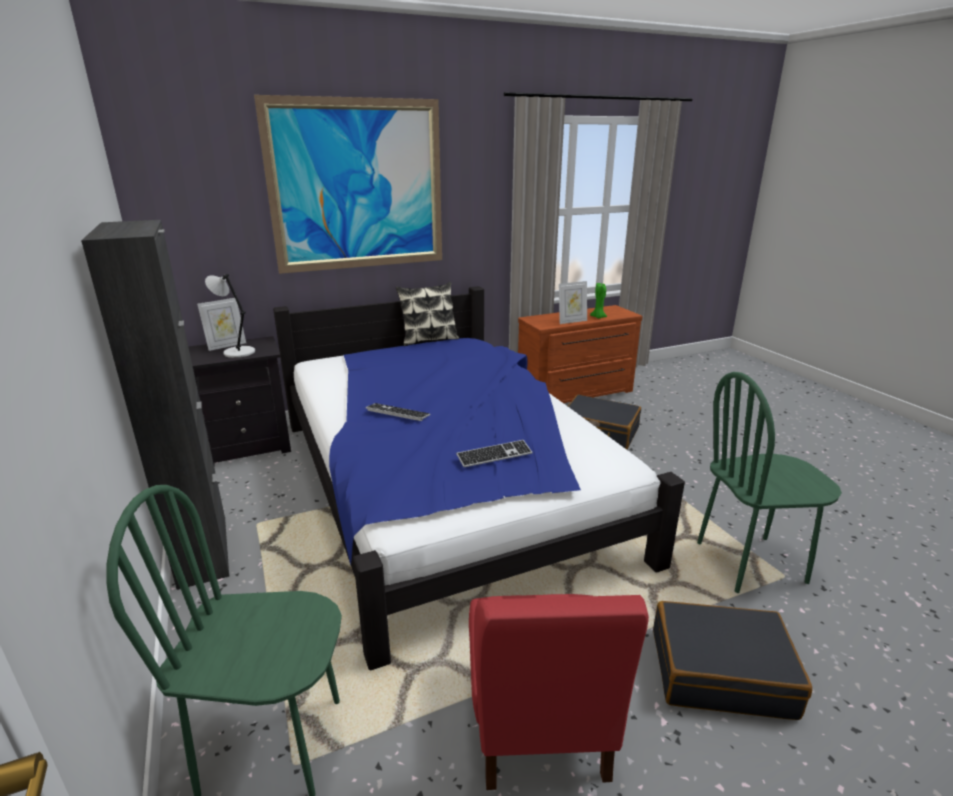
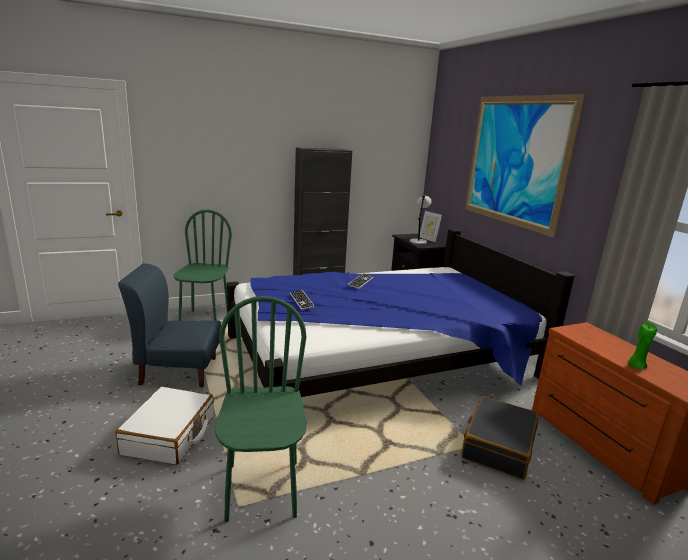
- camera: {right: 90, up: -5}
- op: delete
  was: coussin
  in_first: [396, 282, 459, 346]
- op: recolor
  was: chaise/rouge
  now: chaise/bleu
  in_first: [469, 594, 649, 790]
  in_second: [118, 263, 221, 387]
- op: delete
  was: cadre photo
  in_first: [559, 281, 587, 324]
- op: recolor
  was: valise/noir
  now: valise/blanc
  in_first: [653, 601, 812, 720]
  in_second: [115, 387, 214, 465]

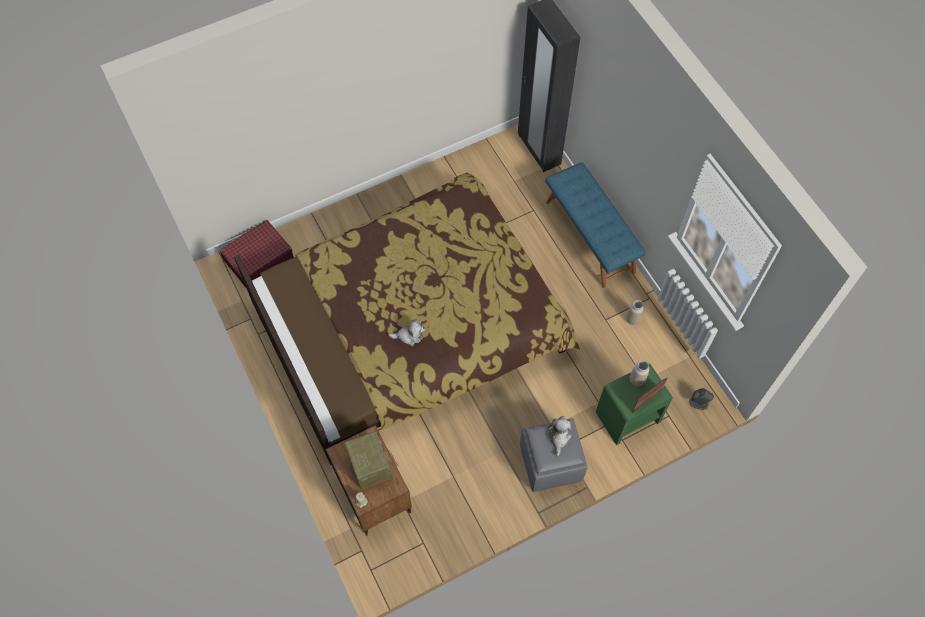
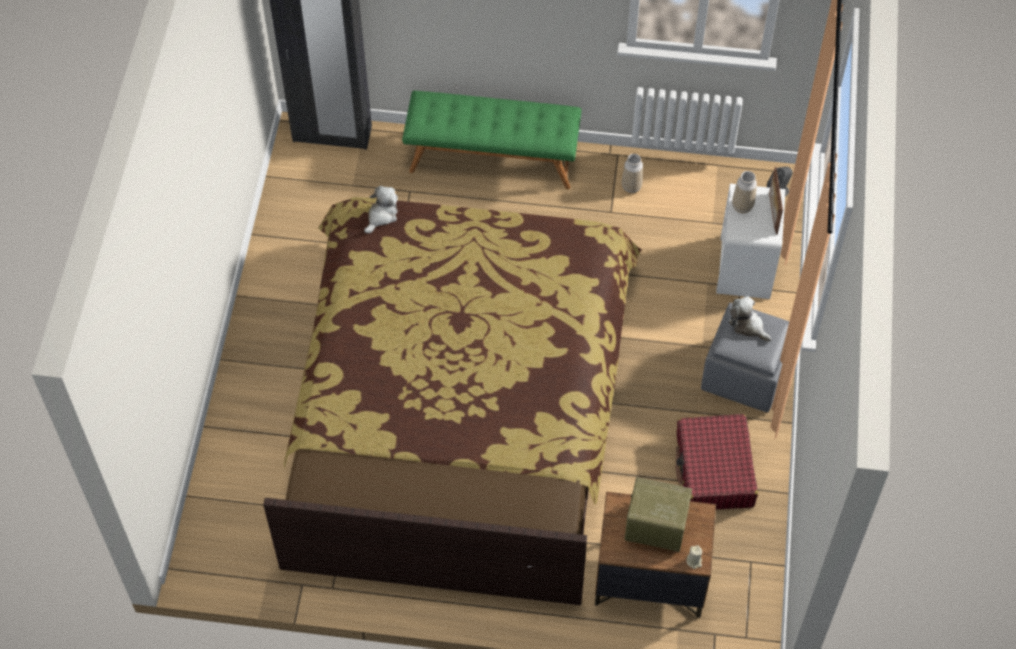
- camera: {right: -55, up: -5}
- op: move
  was: valise/rouge
  in_first: [220, 220, 294, 289]
  in_second: [676, 414, 758, 510]
- op: move
  was: peluche
  in_first: [388, 319, 425, 346]
  in_second: [364, 185, 398, 234]
- op: recolor
  was: banc/bleu
  now: banc/vert
  in_first: [545, 162, 646, 288]
  in_second: [402, 91, 582, 189]
- op: recolor
  was: table de chevet/vert
  now: table de chevet/blanc
  in_first: [596, 363, 673, 445]
  in_second: [716, 184, 785, 299]

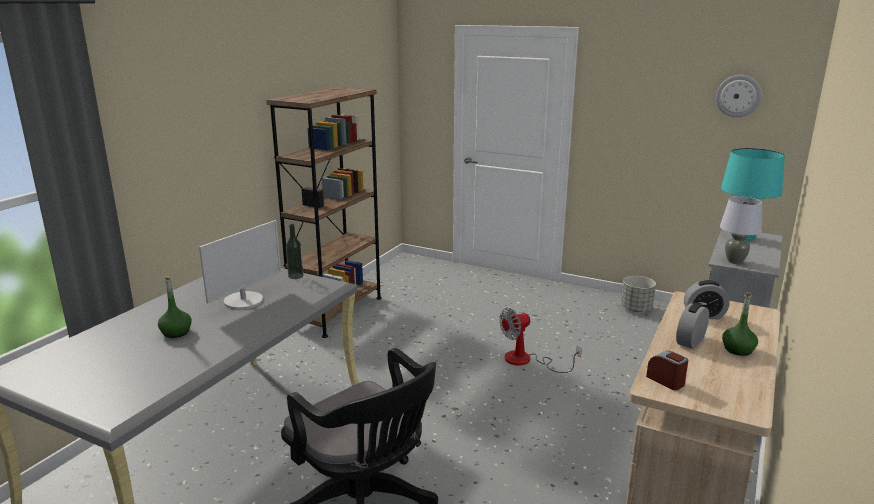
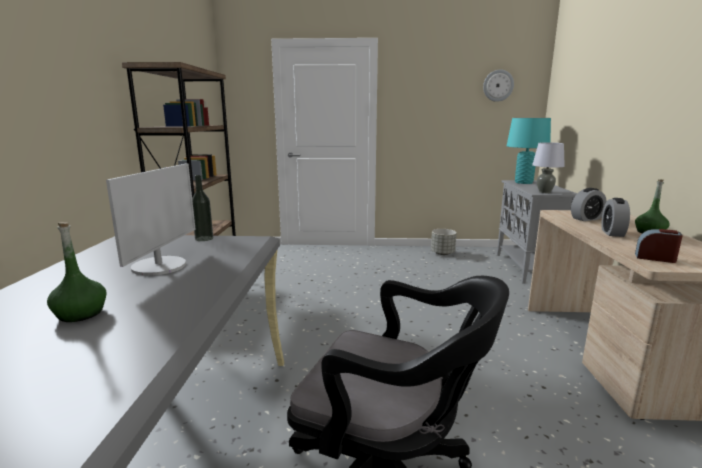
- camera: {right: -25, up: -5}
- op: delete
  was: ventilateur
  in_first: [499, 308, 582, 373]

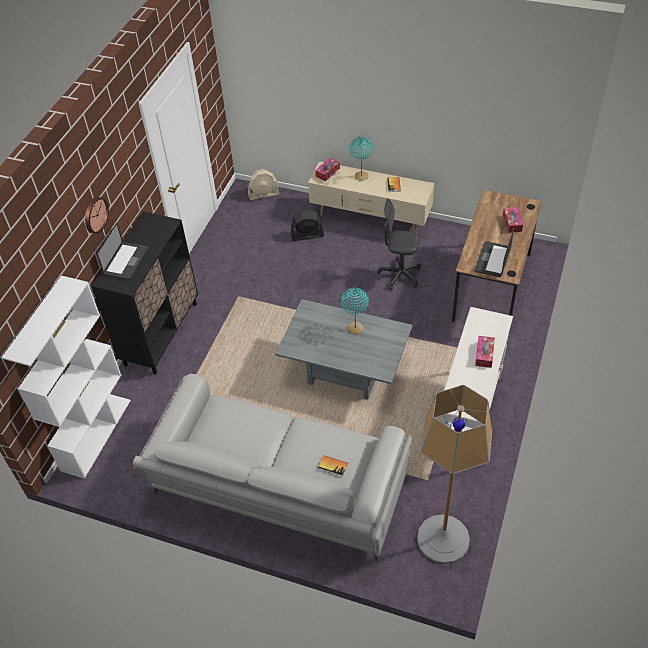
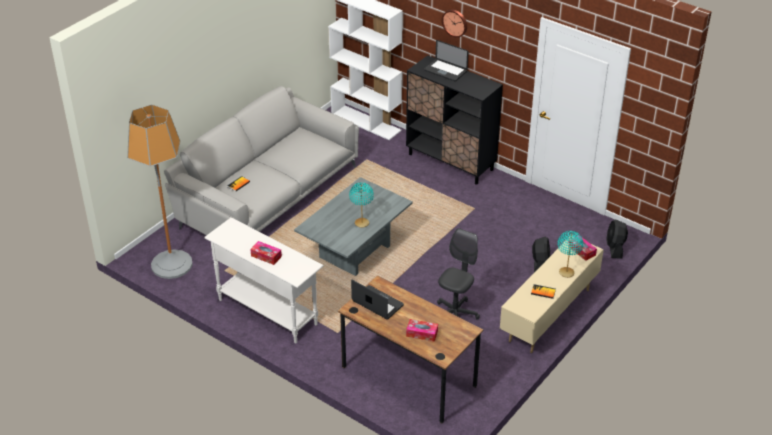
- camera: {right: 105, up: -10}
- op: recolor
  was: ventilateur/beige
  now: ventilateur/noir
  in_first: [248, 169, 279, 200]
  in_second: [606, 219, 628, 259]

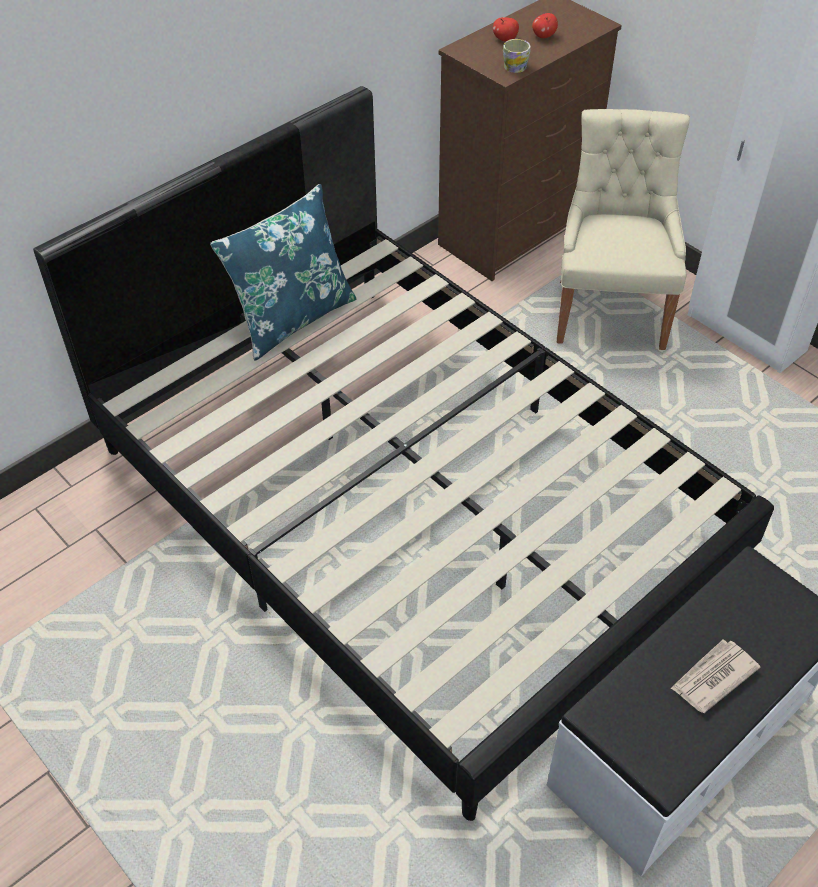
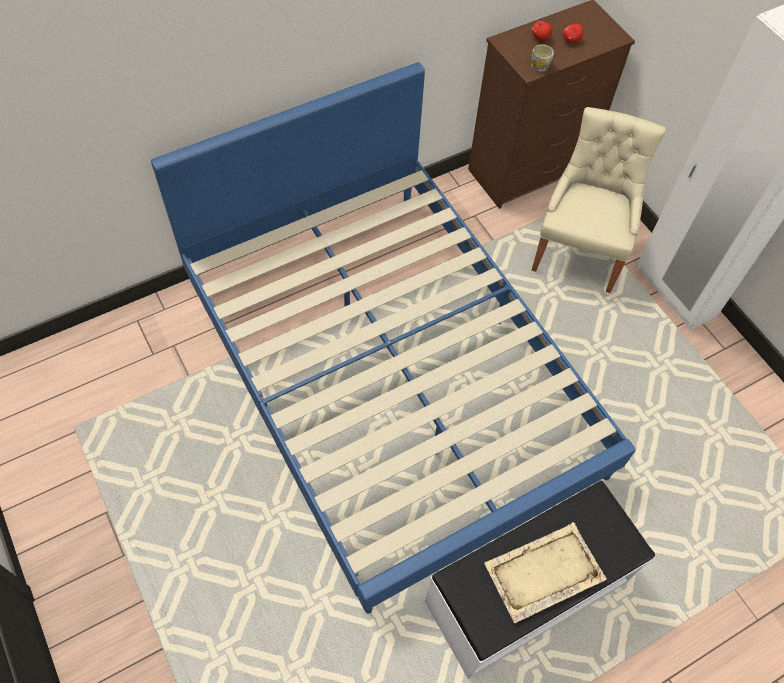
- camera: {right: 10, up: 10}
- op: recolor
  was: lit/noir
  now: lit/bleu
  in_first: [33, 86, 774, 821]
  in_second: [151, 62, 636, 614]
- op: delete
  was: coussin/bleu
  in_first: [210, 184, 357, 361]
- op: replace
  was: journal
  now: plateau/beige
  in_first: [670, 639, 761, 713]
  in_second: [484, 522, 607, 623]

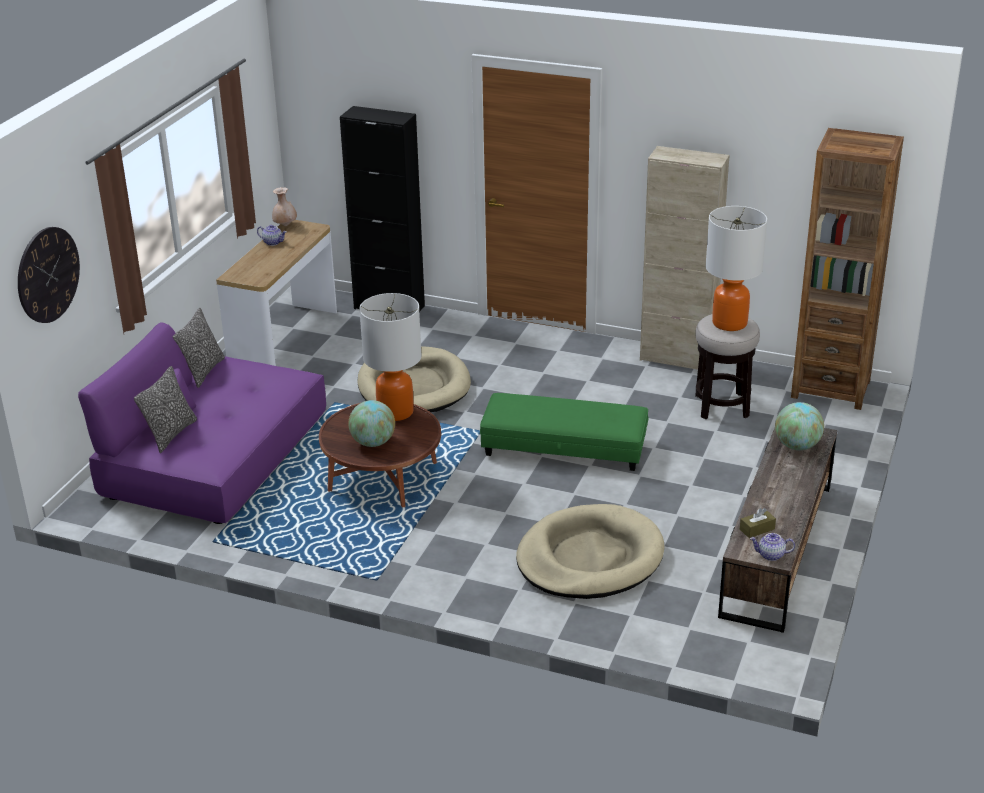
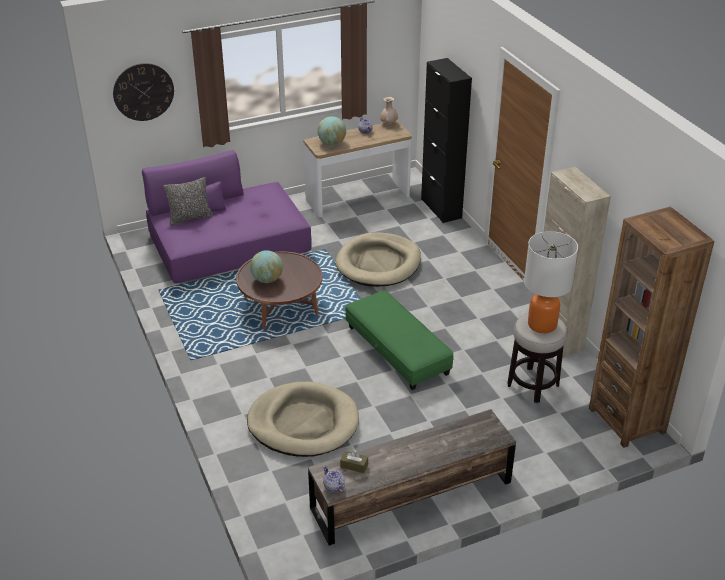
- camera: {right: 45, up: 5}
- op: delete
  was: coussin
  in_first: [173, 308, 225, 388]
- op: delete
  was: lampe de table
  in_first: [359, 293, 422, 421]
- op: move
  was: globe
  in_first: [775, 402, 824, 450]
  in_second: [317, 116, 346, 146]

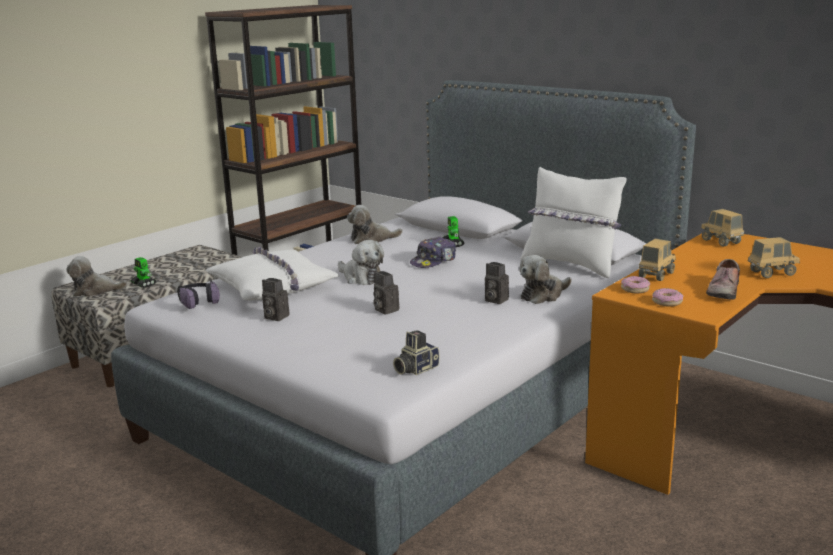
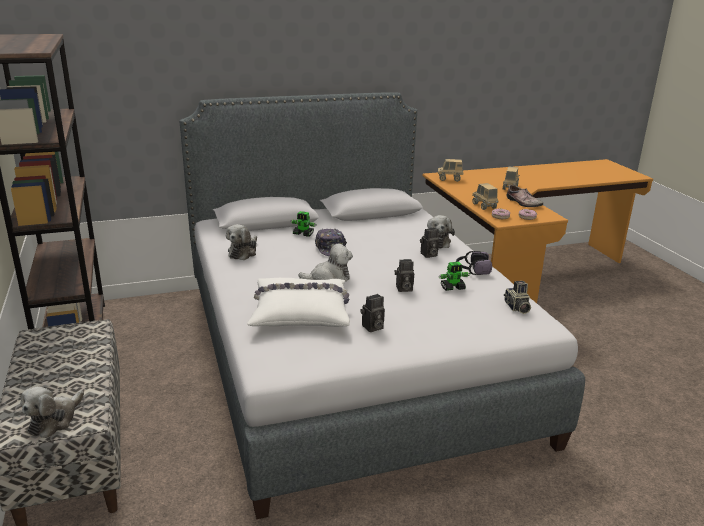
- camera: {right: -60, up: 5}
- op: move
  was: robot jouet
  in_first: [131, 257, 156, 288]
  in_second: [438, 262, 470, 291]
- op: move
  was: casque audio
  in_first: [177, 280, 220, 309]
  in_second: [456, 251, 492, 275]
- op: delete
  was: coussin/blanc
  in_first: [521, 167, 627, 278]

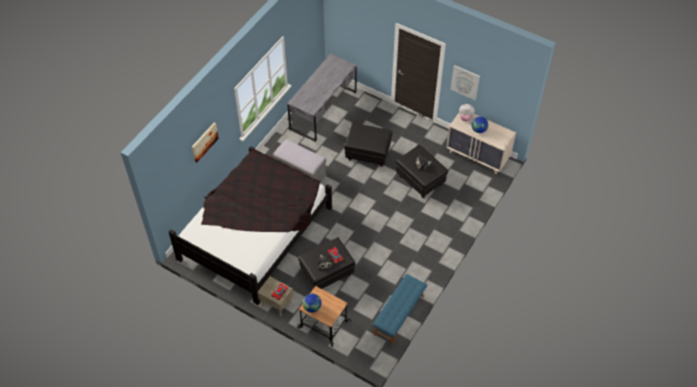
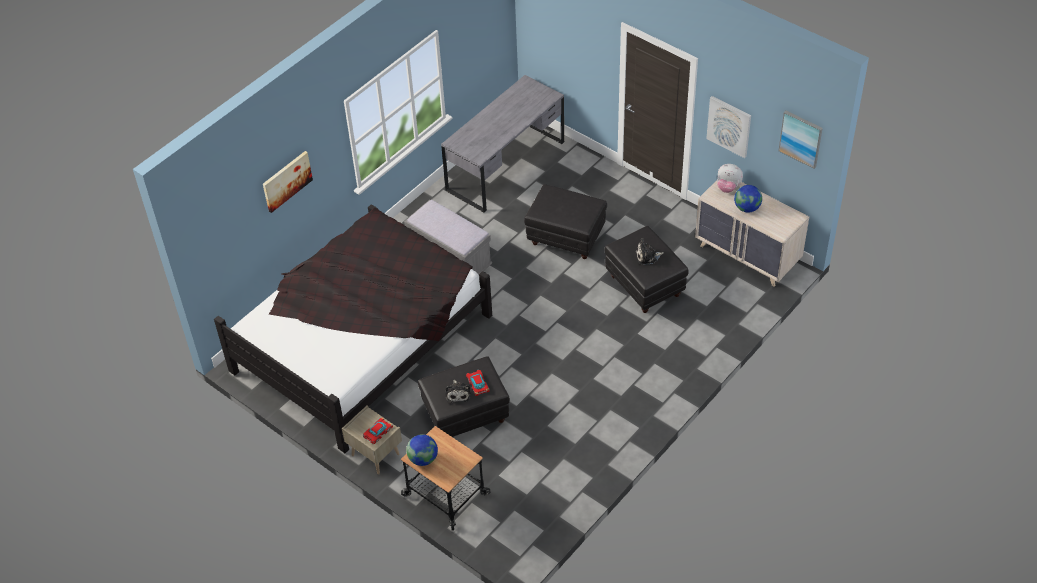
- camera: {right: 10, up: -5}
- op: delete
  was: banc/bleu
  in_first: [373, 274, 427, 345]
- op: insert
  now: tableau
  in_second: [778, 111, 823, 169]

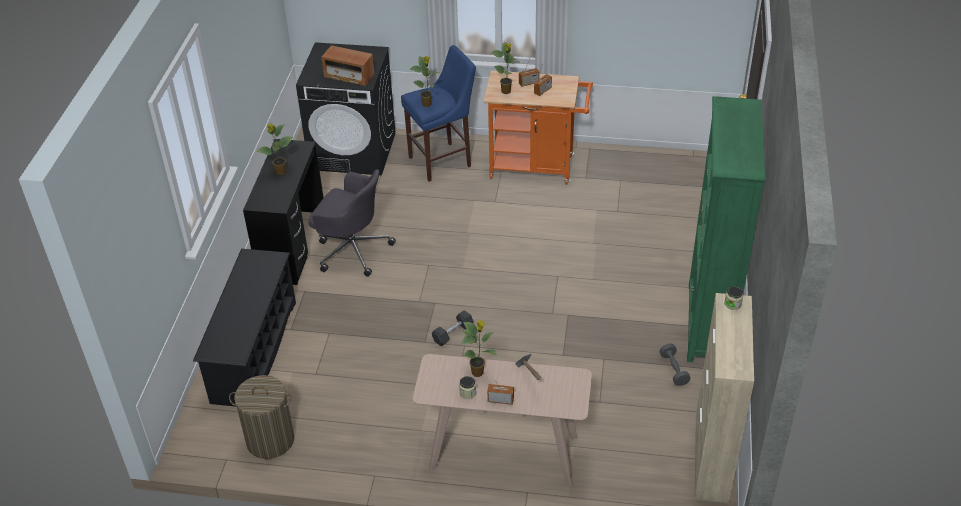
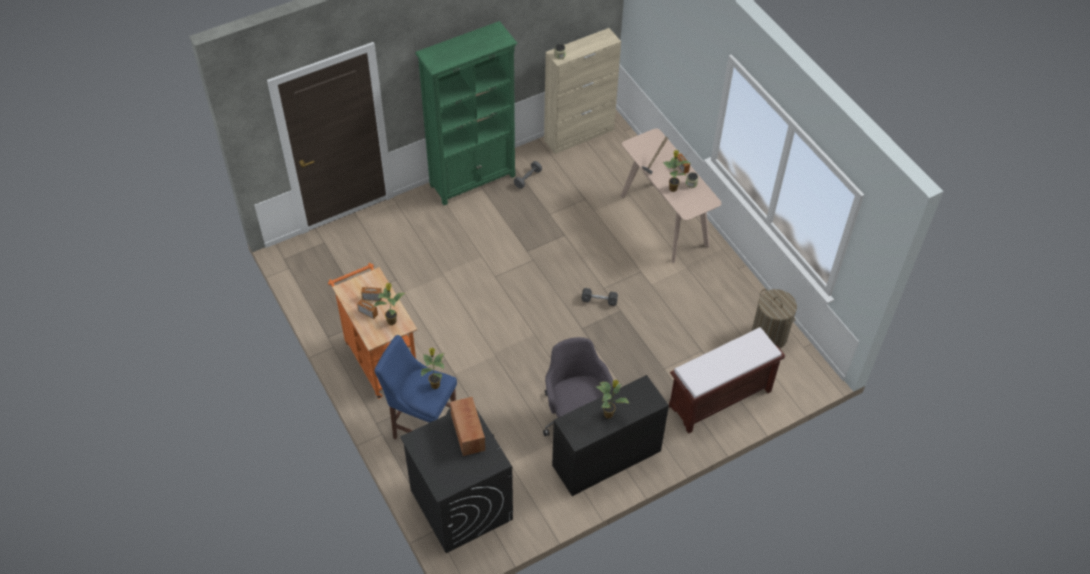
- camera: {right: -130, up: 10}
- op: replace
  was: étagère à chaussures/noir
  now: banc/marron
  in_first: [193, 249, 296, 407]
  in_second: [669, 327, 785, 434]

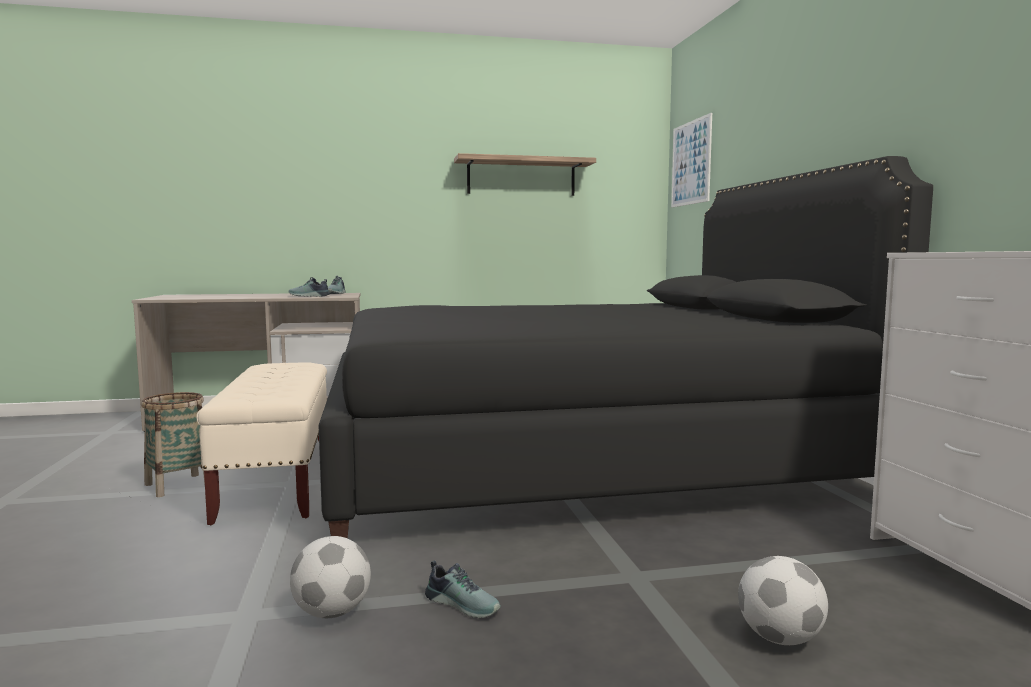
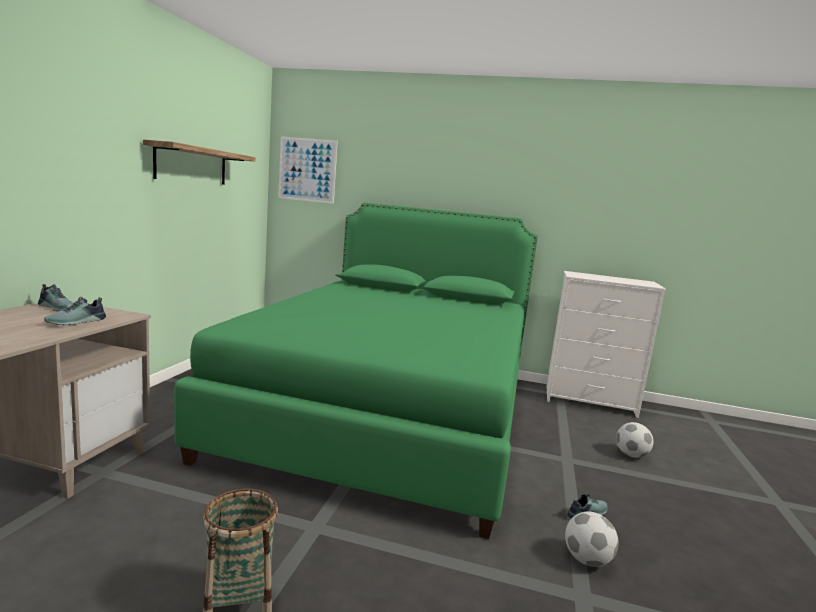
- camera: {right: -65, up: 5}
- op: delete
  was: banc/beige
  in_first: [196, 362, 327, 525]
- op: recolor
  was: lit/noir
  now: lit/vert
  in_first: [318, 156, 933, 539]
  in_second: [174, 203, 538, 539]

